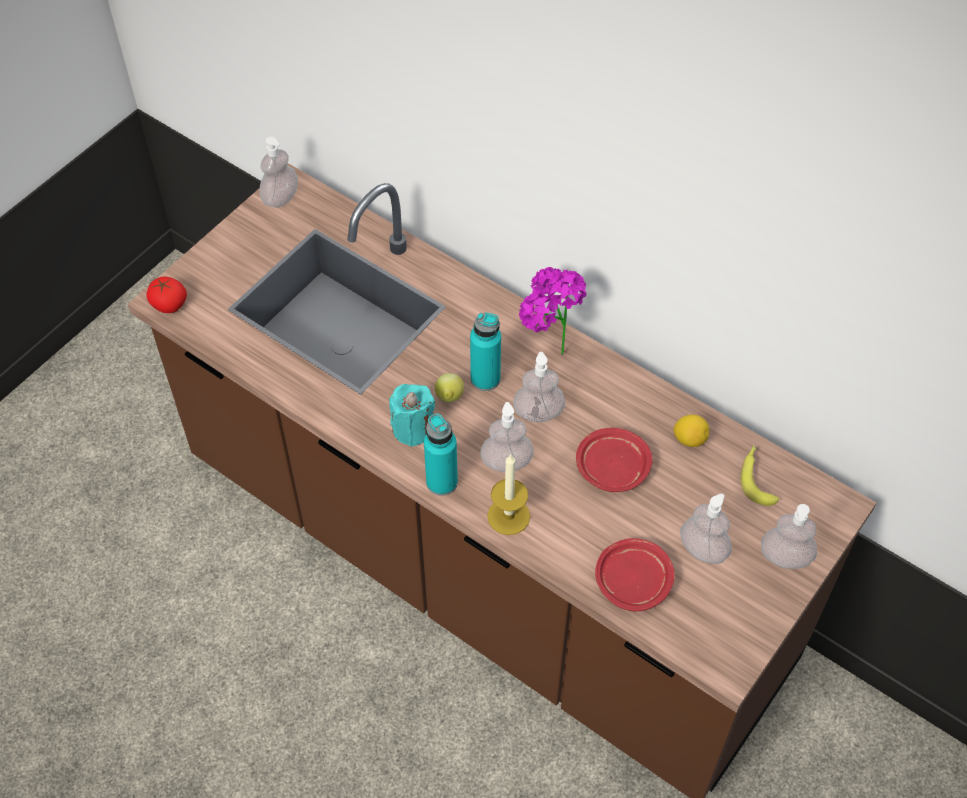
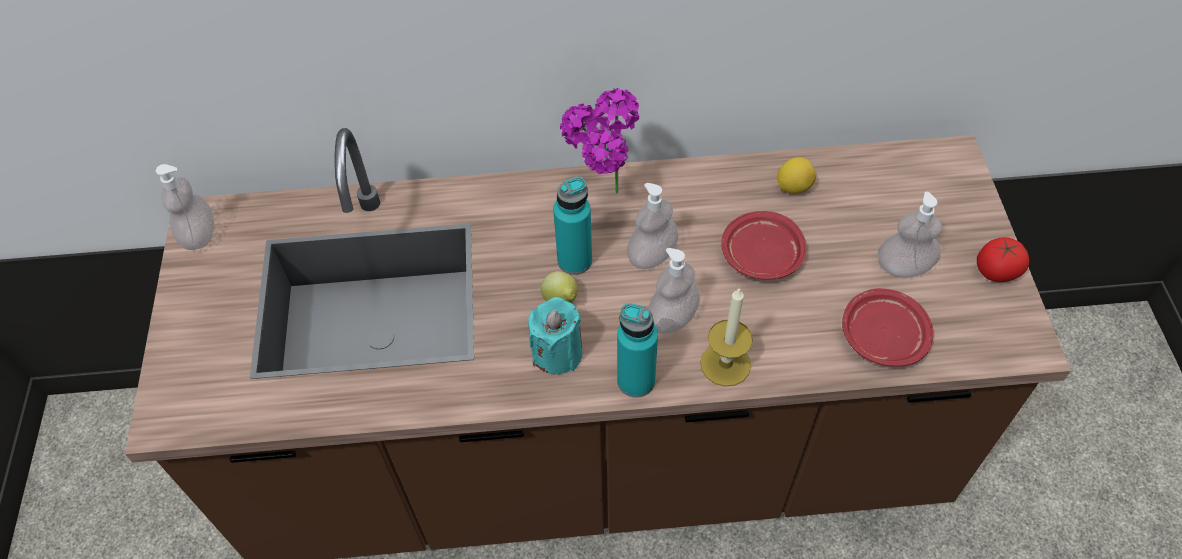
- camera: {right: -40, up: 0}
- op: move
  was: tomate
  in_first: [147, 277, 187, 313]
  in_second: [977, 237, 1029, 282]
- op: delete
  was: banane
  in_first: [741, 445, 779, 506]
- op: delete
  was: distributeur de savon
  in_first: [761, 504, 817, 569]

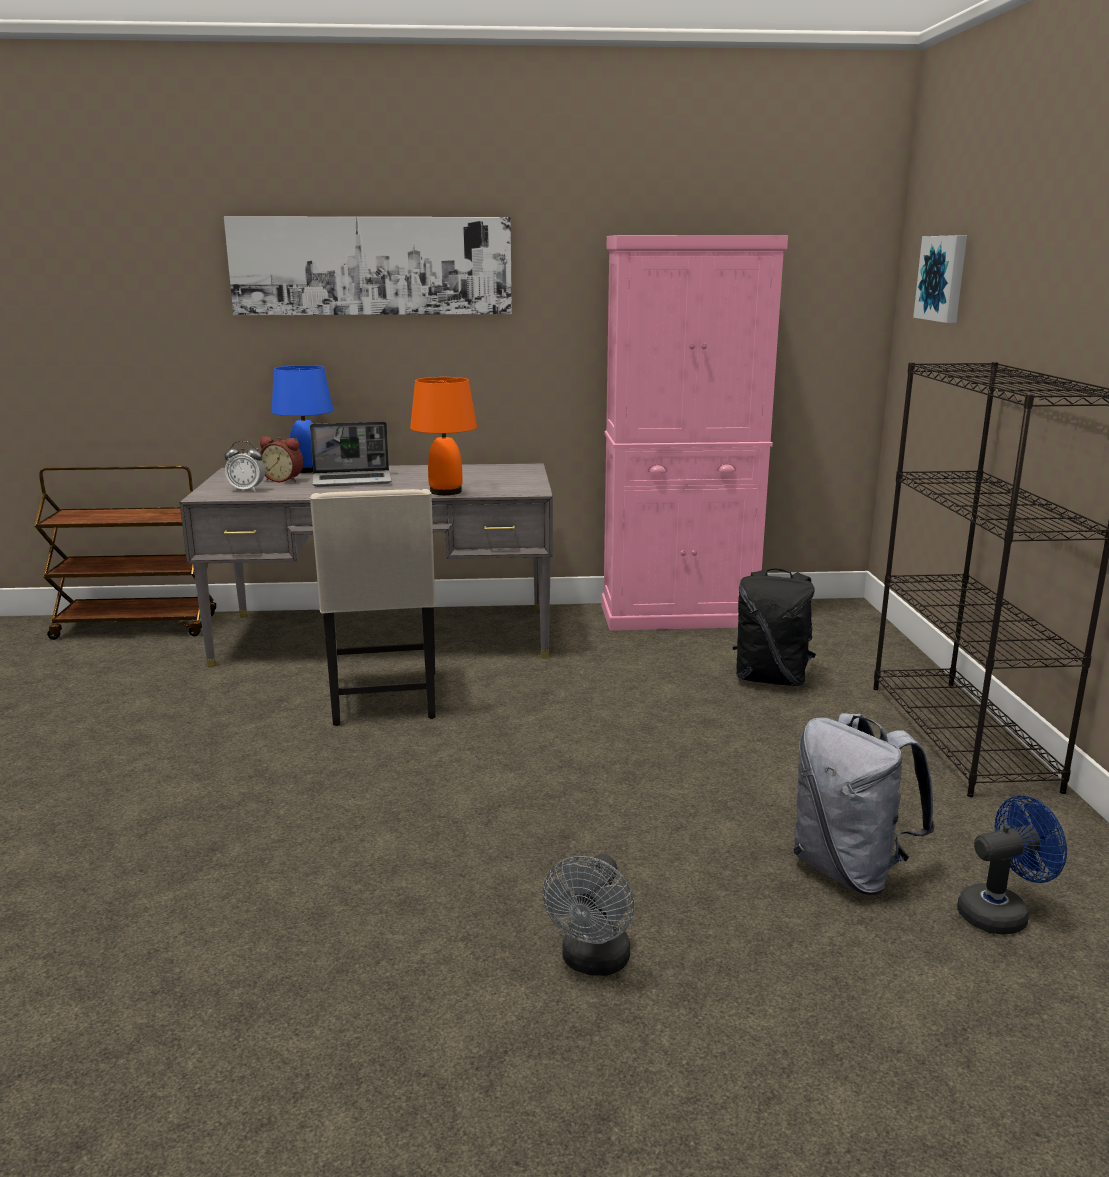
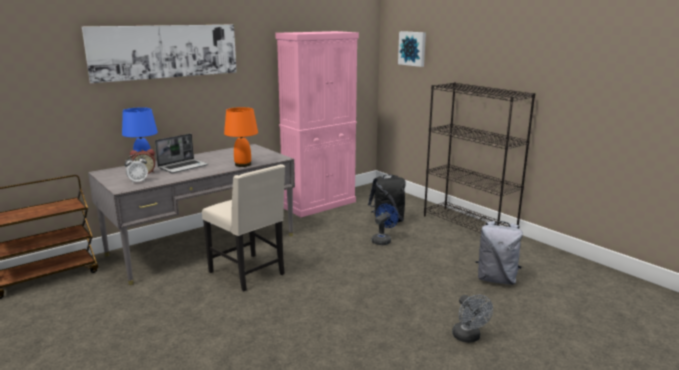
- camera: {right: -35, up: 0}
- op: move
  was: ventilateur/bleu
  in_first: [957, 796, 1067, 935]
  in_second: [372, 204, 399, 245]

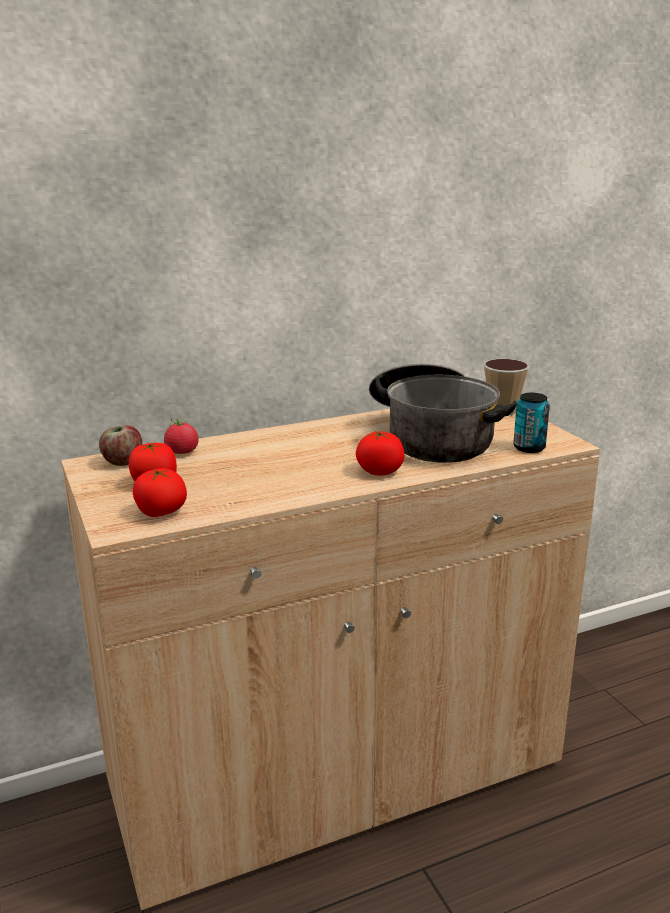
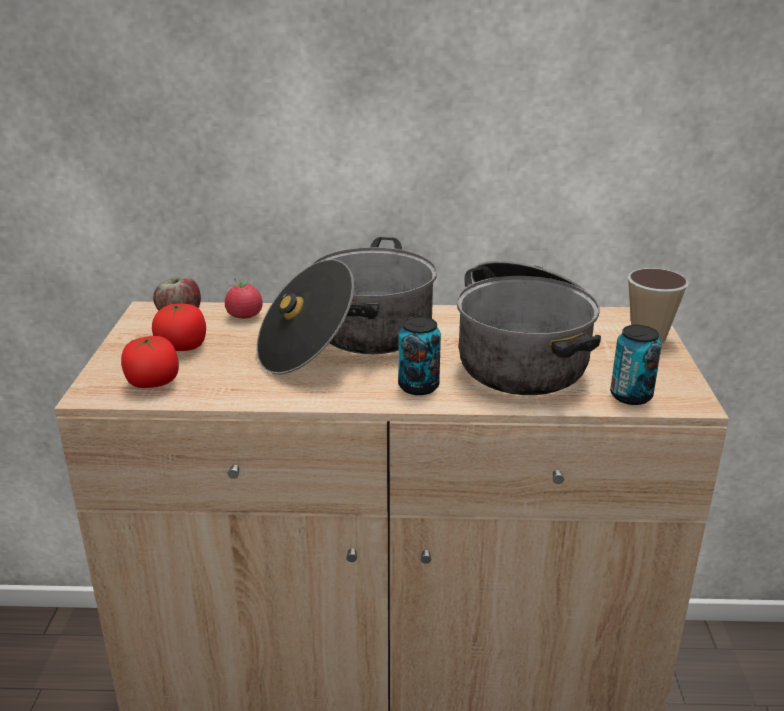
- camera: {right: 25, up: 5}
- op: replace
  was: tomate
  now: boîte métallique
  in_first: [356, 431, 404, 476]
  in_second: [398, 317, 441, 395]
- op: insert
  now: marmite
  in_second: [256, 237, 437, 374]

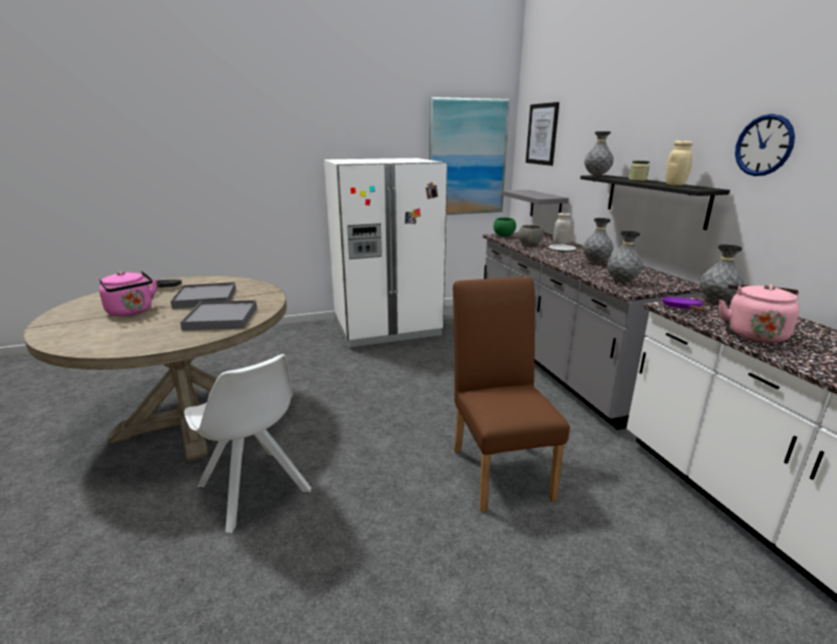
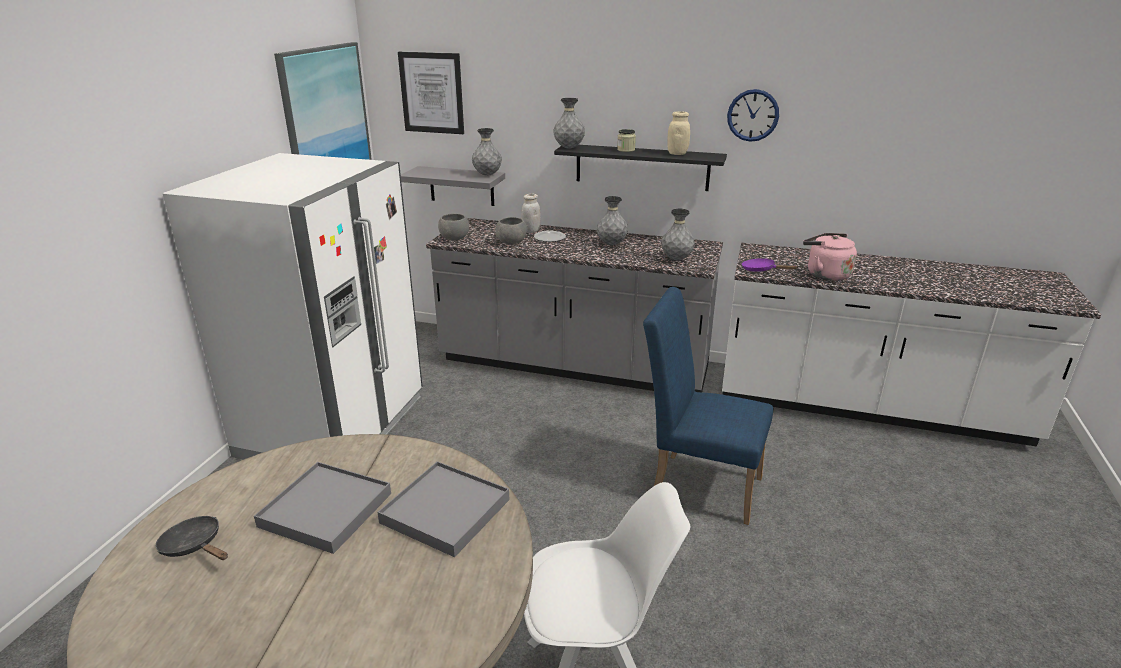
- camera: {right: -55, up: 5}
- op: delete
  was: bouilloire/rose
  in_first: [99, 270, 157, 316]
- op: recolor
  was: chaise/marron
  now: chaise/bleu
  in_first: [453, 277, 570, 512]
  in_second: [643, 287, 773, 525]
- op: recolor
  was: bol/vert
  now: bol/gris
  in_first: [493, 217, 516, 237]
  in_second: [438, 213, 469, 240]
- op: move
  was: vase/gris
  in_first: [699, 244, 744, 302]
  in_second: [472, 128, 502, 176]

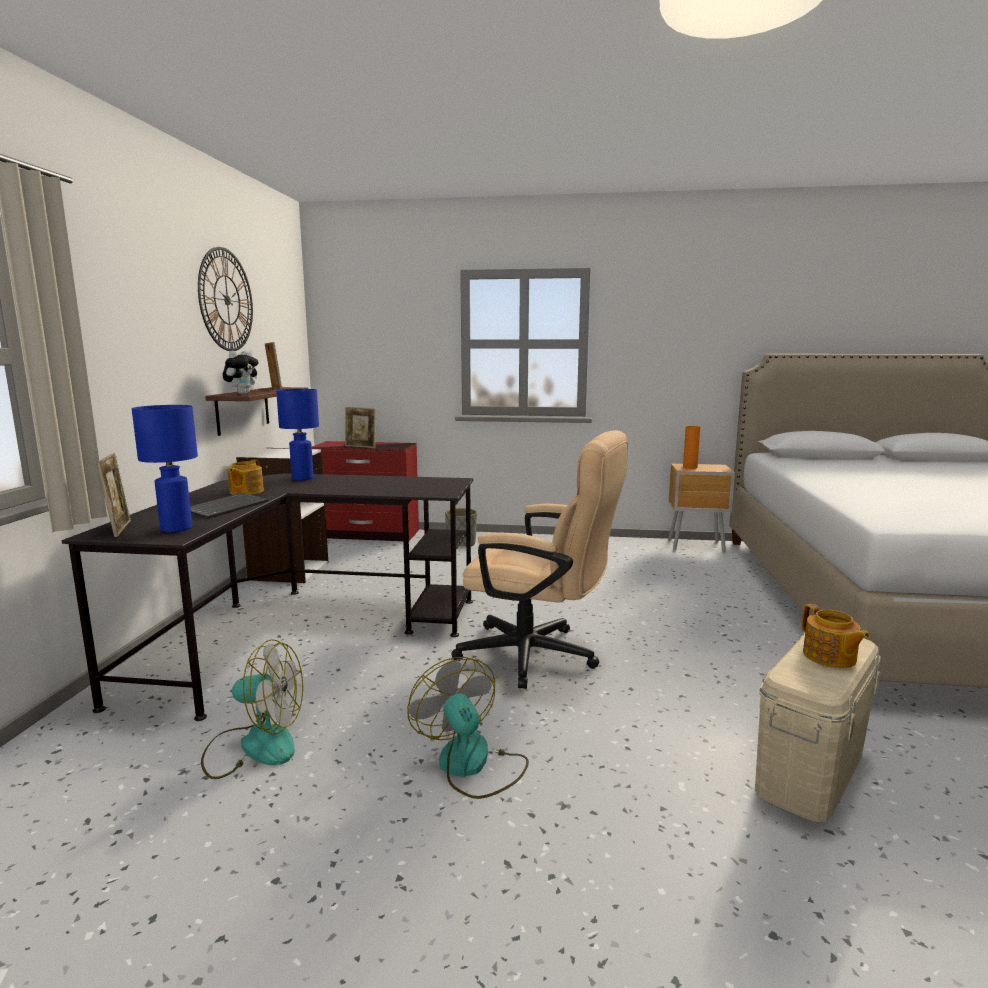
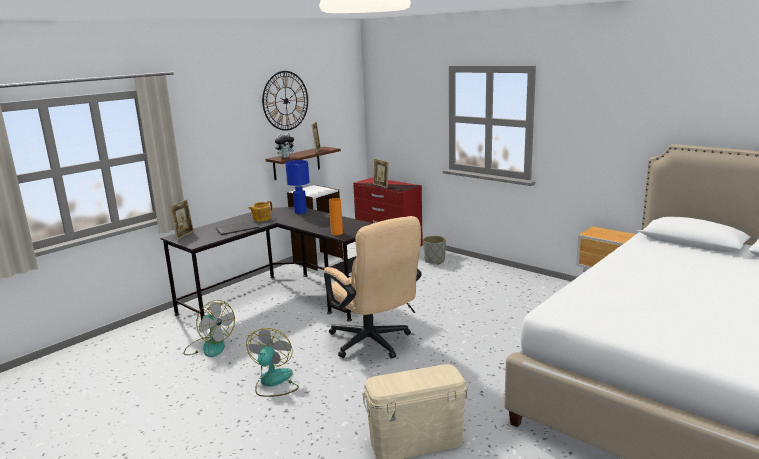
- camera: {right: 35, up: 5}
- op: delete
  was: lampe de table/bleu
  in_first: [132, 405, 198, 533]
- op: move
  was: vase/orange
  in_first: [683, 426, 700, 469]
  in_second: [329, 198, 343, 235]
- op: delete
  was: théière
  in_first: [801, 604, 870, 668]

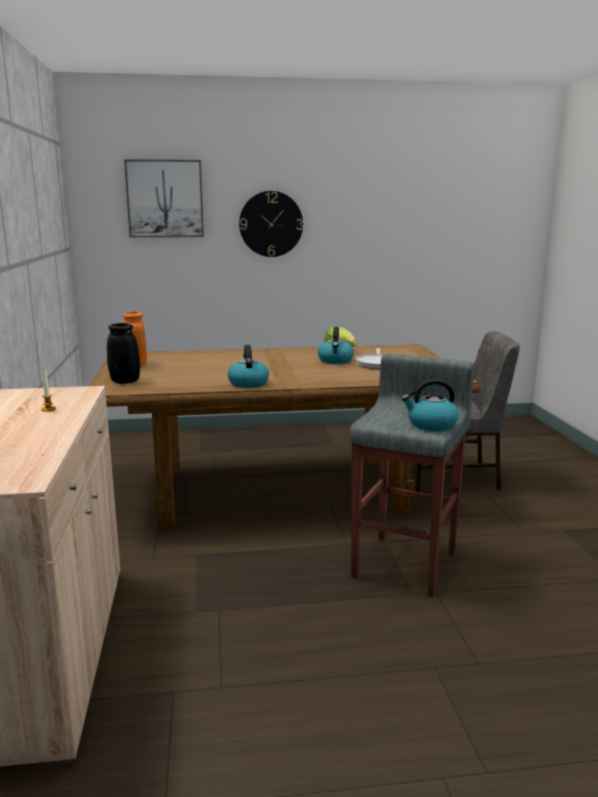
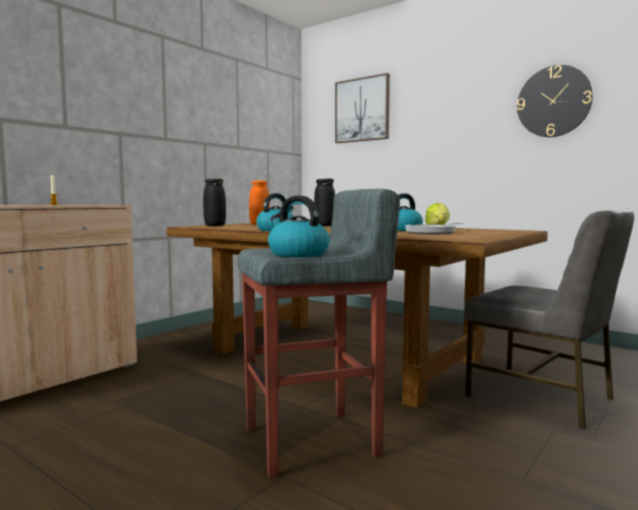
- camera: {right: 45, up: -10}
- op: move
  was: horloge murale
  in_first: [239, 191, 303, 257]
  in_second: [517, 65, 593, 137]
- op: insert
  now: vase/noir
  in_second: [314, 179, 335, 226]

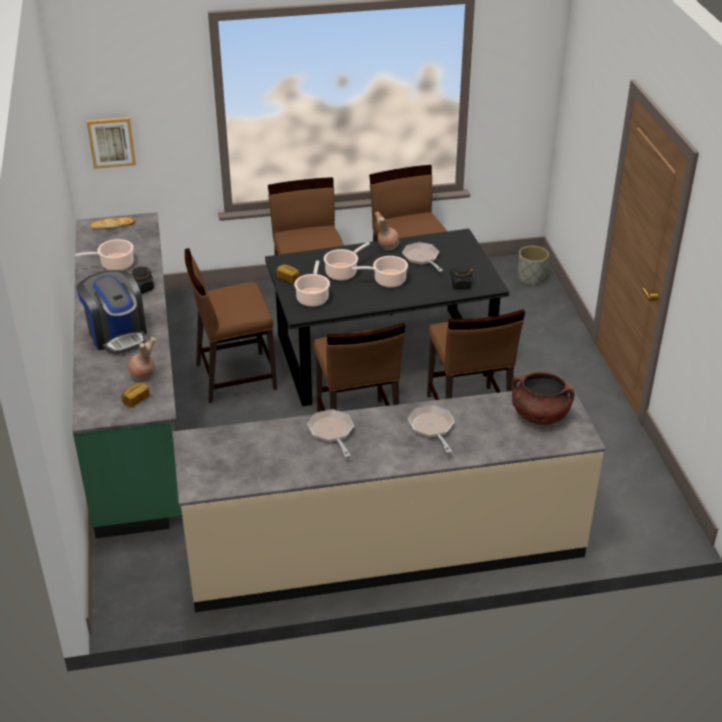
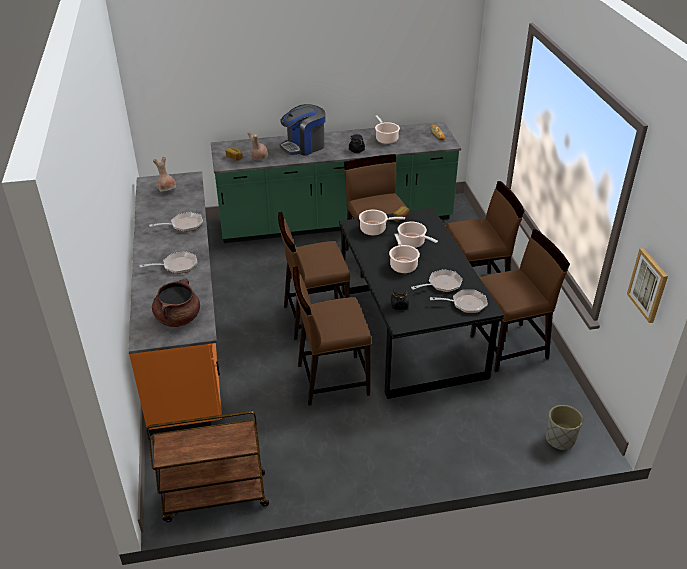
- camera: {right: 90, up: 0}
- op: move
  was: tableau
  in_first: [87, 117, 136, 169]
  in_second: [627, 248, 668, 323]
- op: recolor
  was: comptoir de cuisine/beige
  now: comptoir de cuisine/orange
  in_first: [173, 384, 606, 612]
  in_second: [128, 171, 222, 437]
- op: move
  was: vase/marron
  in_first: [375, 212, 400, 250]
  in_second: [153, 157, 176, 192]
- op: insert
  now: chariot/marron
  in_second: [147, 411, 269, 522]
- op: insert
  now: poêle
  in_second: [430, 290, 488, 313]

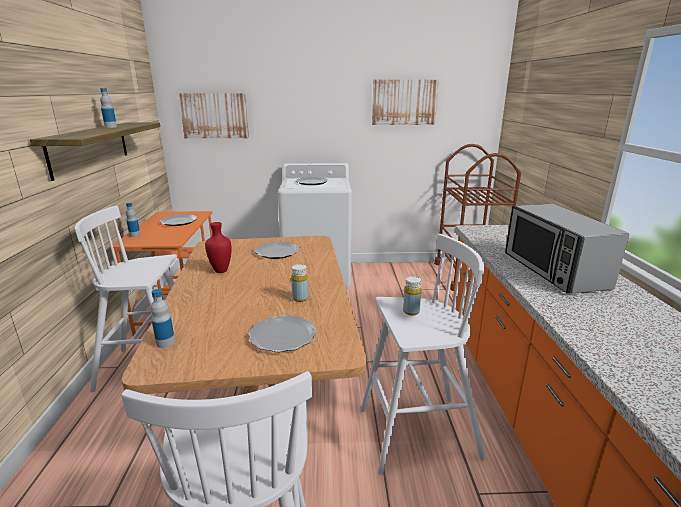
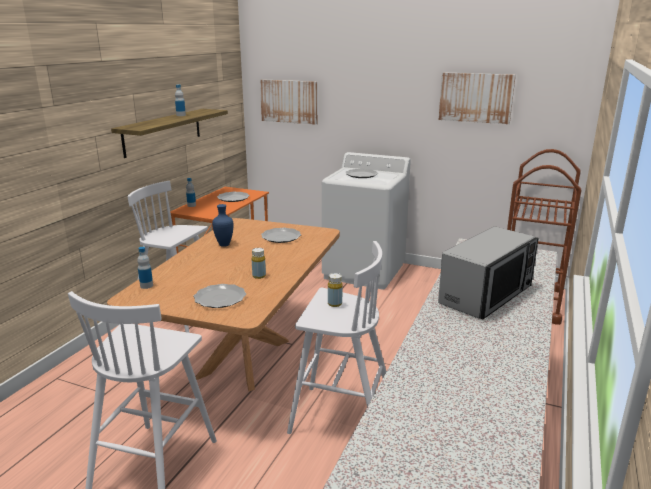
- camera: {right: 25, up: 0}
- op: recolor
  was: vase/rouge
  now: vase/bleu
  in_first: [205, 222, 232, 273]
  in_second: [212, 204, 233, 247]
- op: rotate
  was: micro-ondes
  in_first: [505, 204, 629, 294]
  in_second: [438, 226, 539, 319]
  clockwise: -150

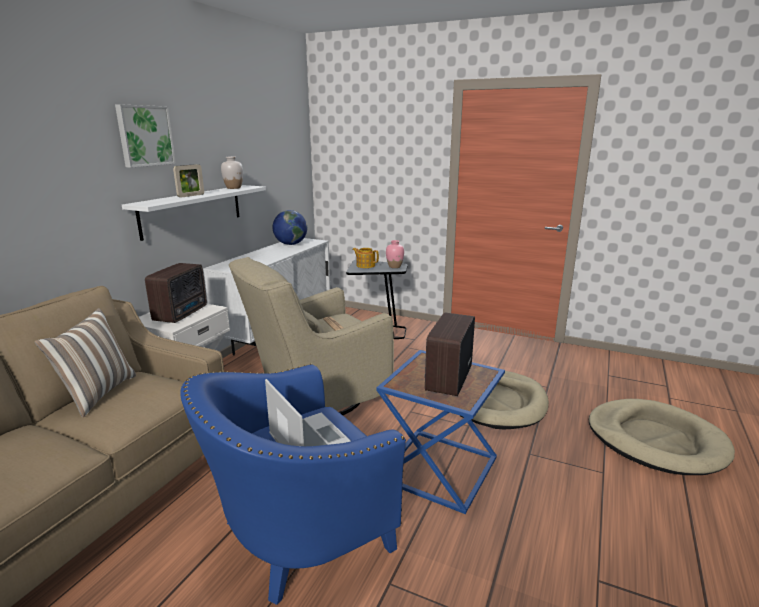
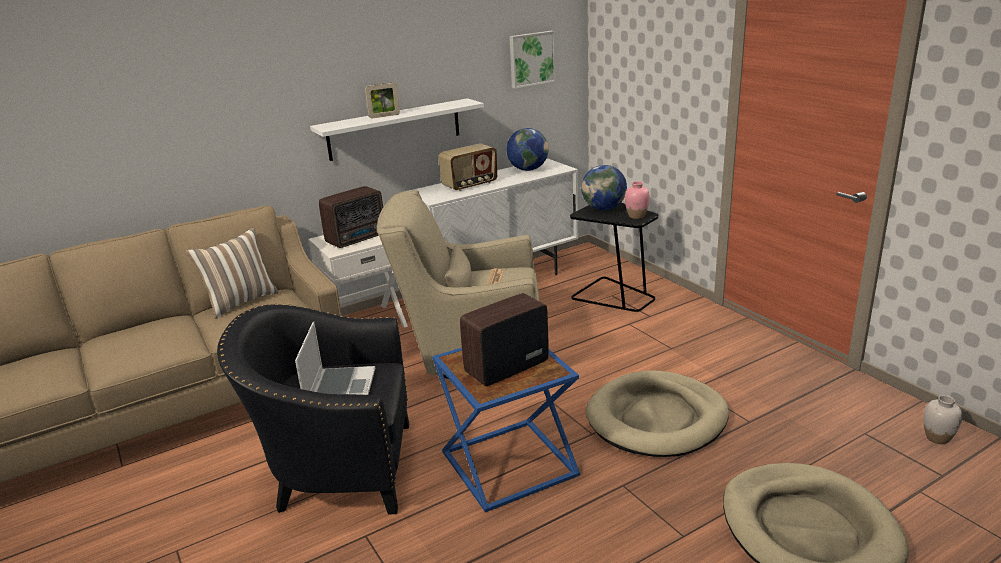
- camera: {right: 35, up: 5}
- op: move
  was: tableau
  in_first: [115, 104, 176, 168]
  in_second: [509, 31, 556, 89]
- op: recolor
  was: fauteuil/bleu
  now: fauteuil/noir
  in_first: [180, 364, 406, 605]
  in_second: [217, 304, 409, 515]
- op: move
  was: vase/blanc
  in_first: [221, 156, 243, 189]
  in_second: [924, 395, 962, 444]
- op: replace
  was: théière
  now: globe
  in_first: [352, 248, 379, 268]
  in_second: [581, 165, 627, 210]
- op: insert
  now: radio
  in_second: [438, 143, 497, 191]

